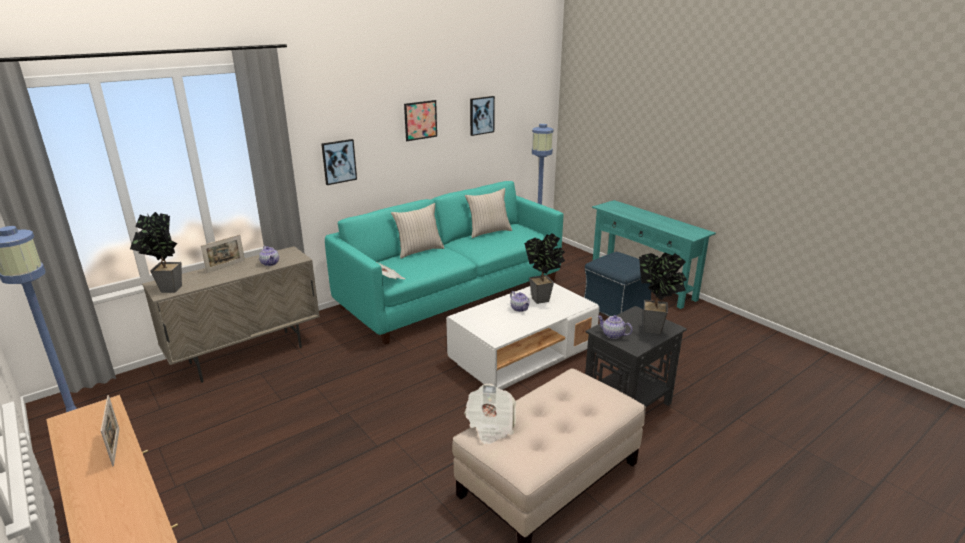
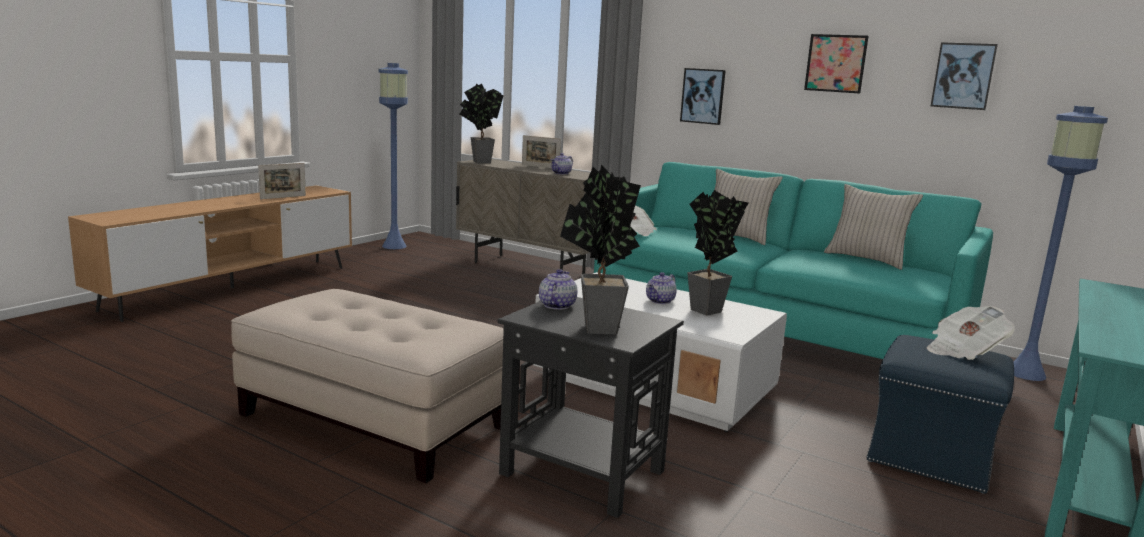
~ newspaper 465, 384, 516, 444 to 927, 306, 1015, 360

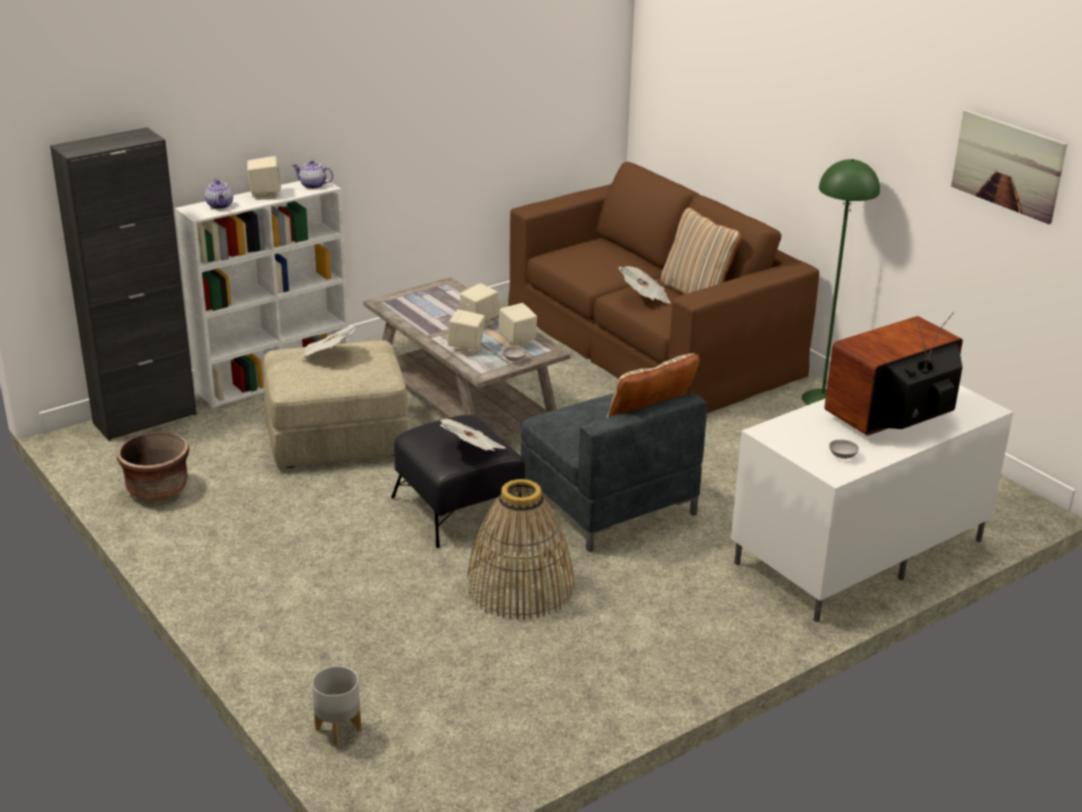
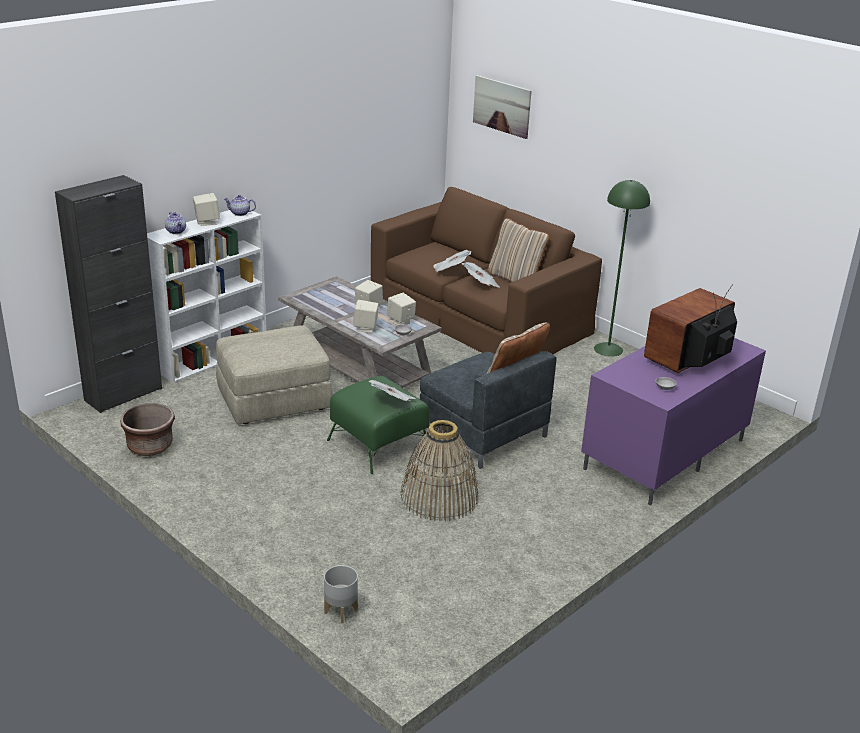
~ newspaper 301, 325, 355, 358 to 434, 250, 471, 272
~ picture 951, 110, 1067, 224 to 473, 75, 532, 139
~ ottoman (black) 391, 415, 525, 548 to ottoman (green) 327, 376, 430, 474
~ tv stand (white) 731, 385, 1013, 622 to tv stand (purple) 581, 338, 766, 506

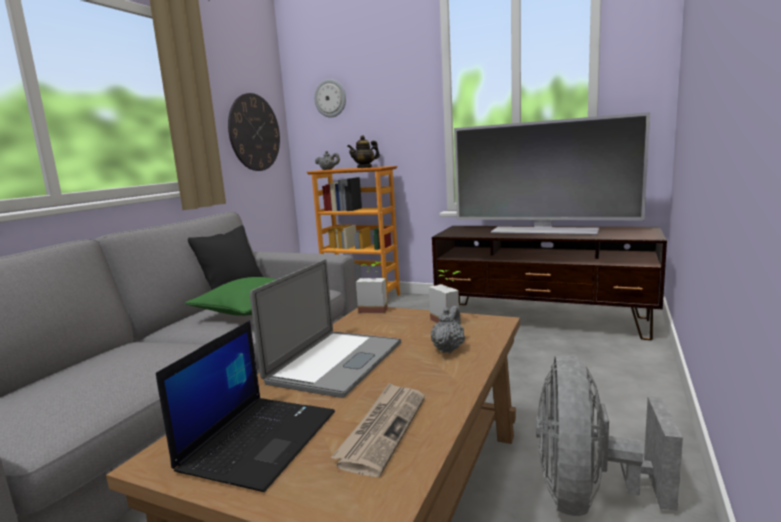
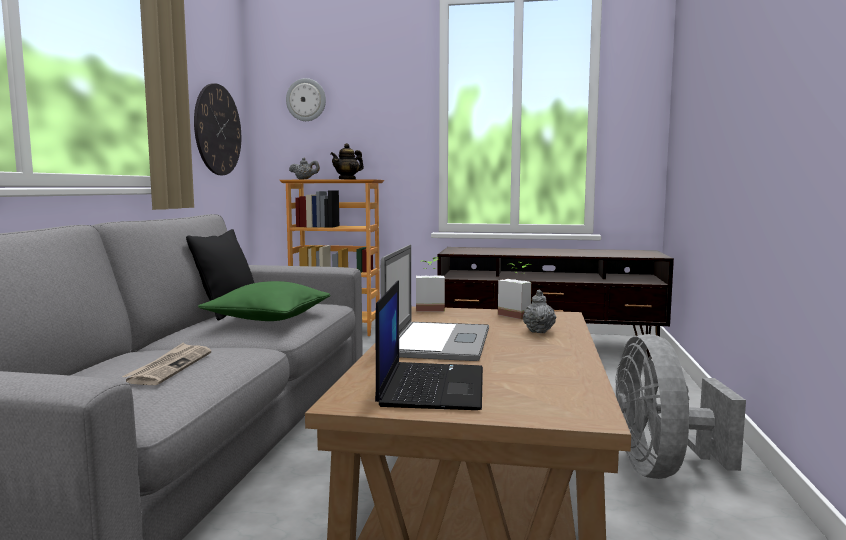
- television 454, 112, 650, 235
~ newspaper 331, 382, 425, 477 to 122, 343, 211, 385

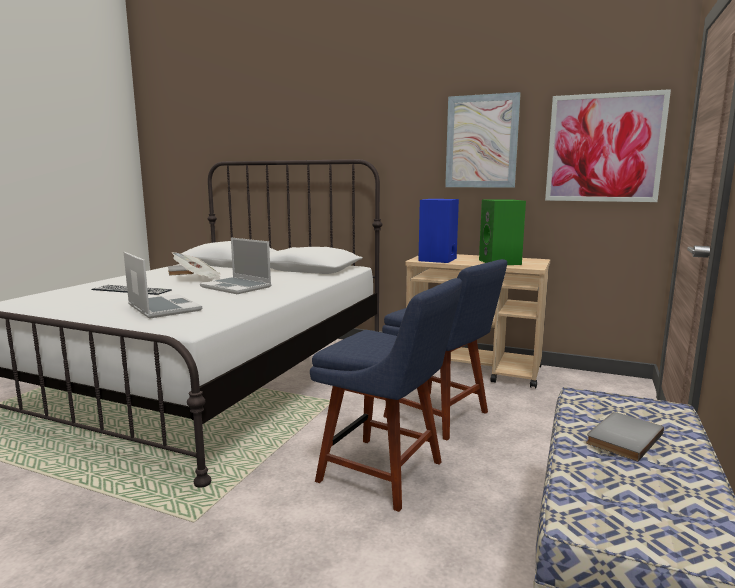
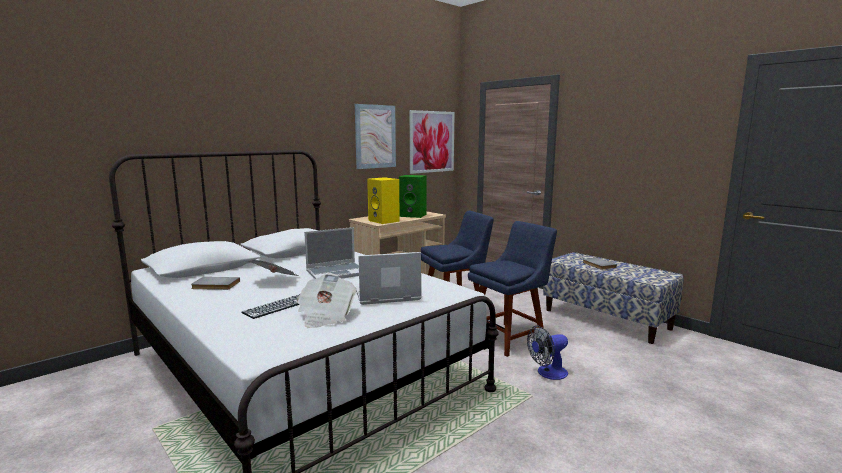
+ newspaper 297, 274, 356, 328
+ fan 527, 326, 568, 380
~ speaker (blue) 418, 199, 459, 263 to speaker (yellow) 367, 177, 400, 224

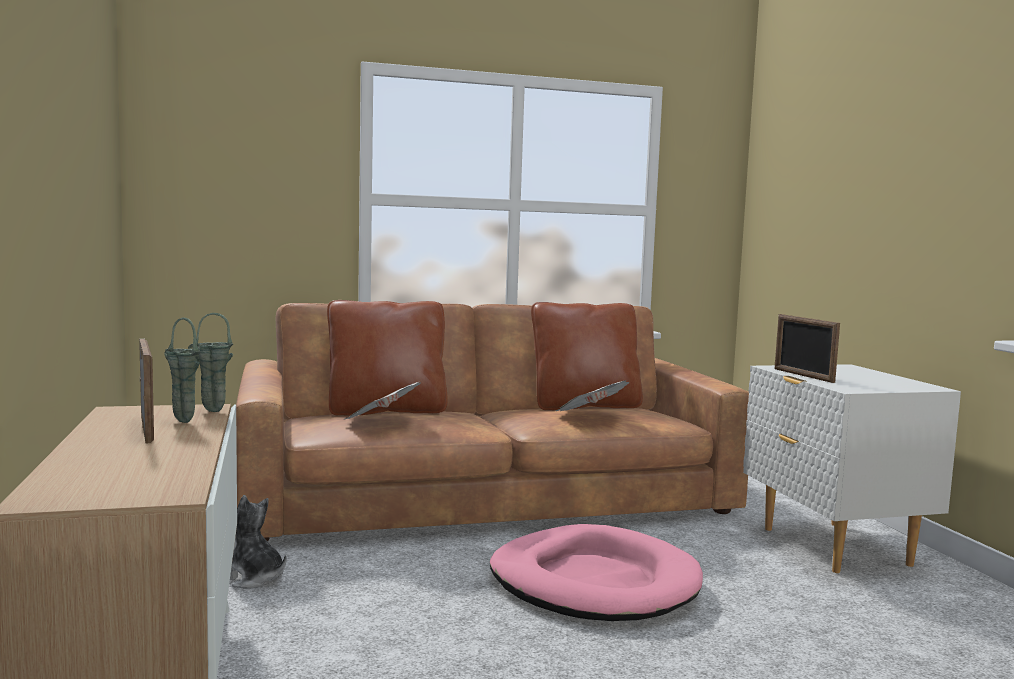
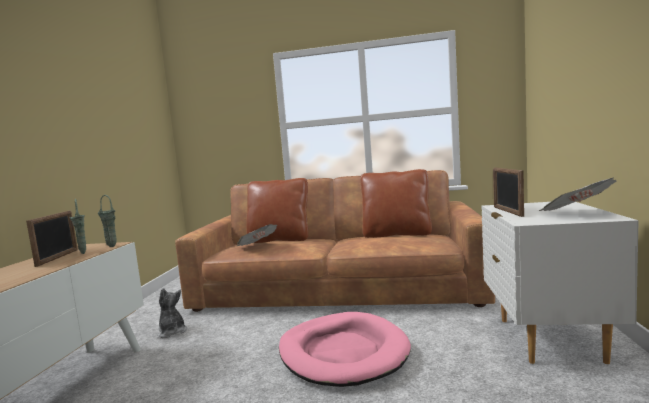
~ newspaper 555, 380, 629, 411 to 539, 177, 617, 211

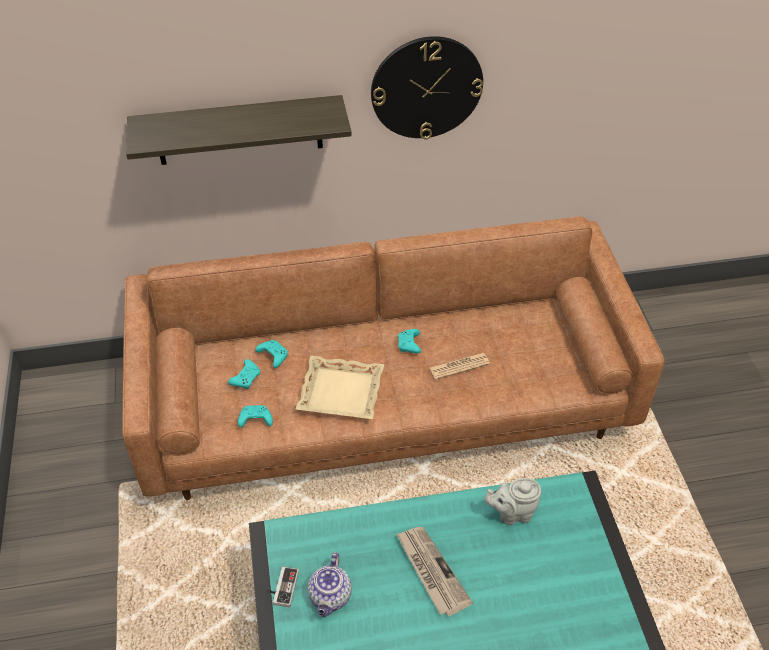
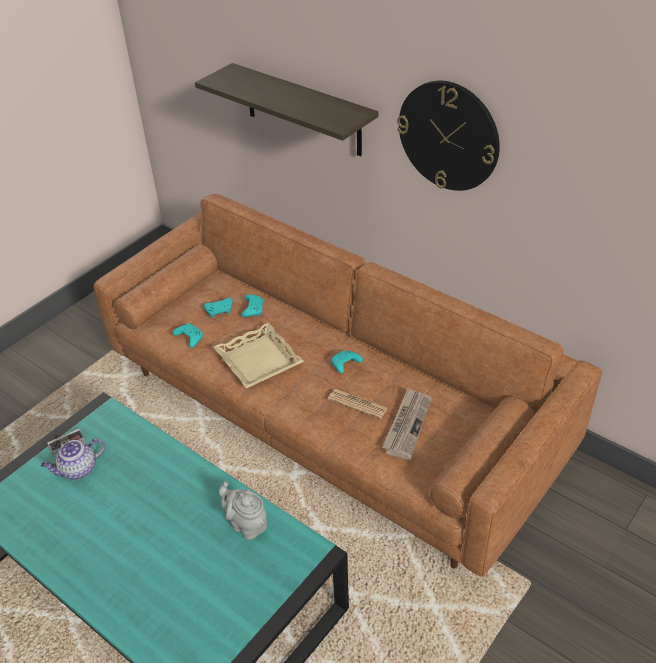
~ newspaper 396, 527, 473, 616 to 382, 388, 431, 460

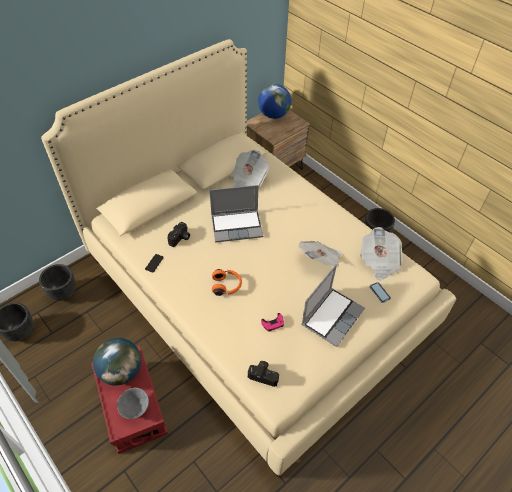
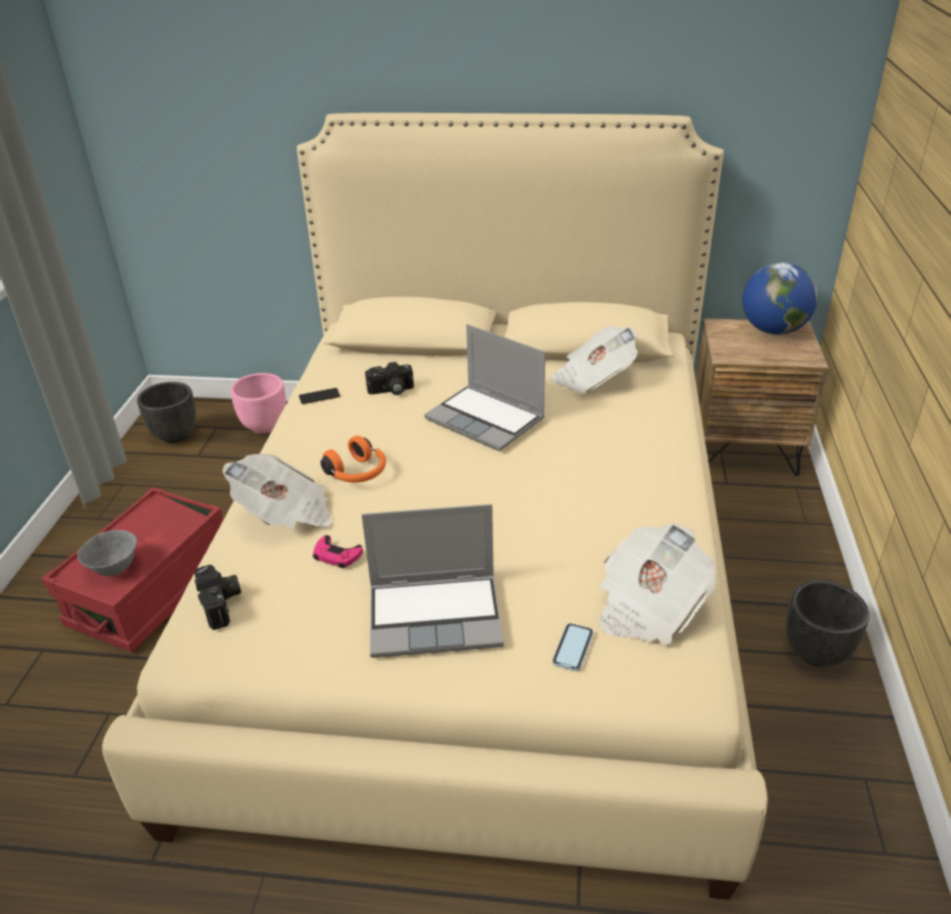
- globe 93, 338, 141, 386
~ newspaper 299, 241, 342, 266 to 222, 454, 332, 529
~ planter (black) 39, 264, 76, 301 to planter (pink) 230, 373, 286, 434

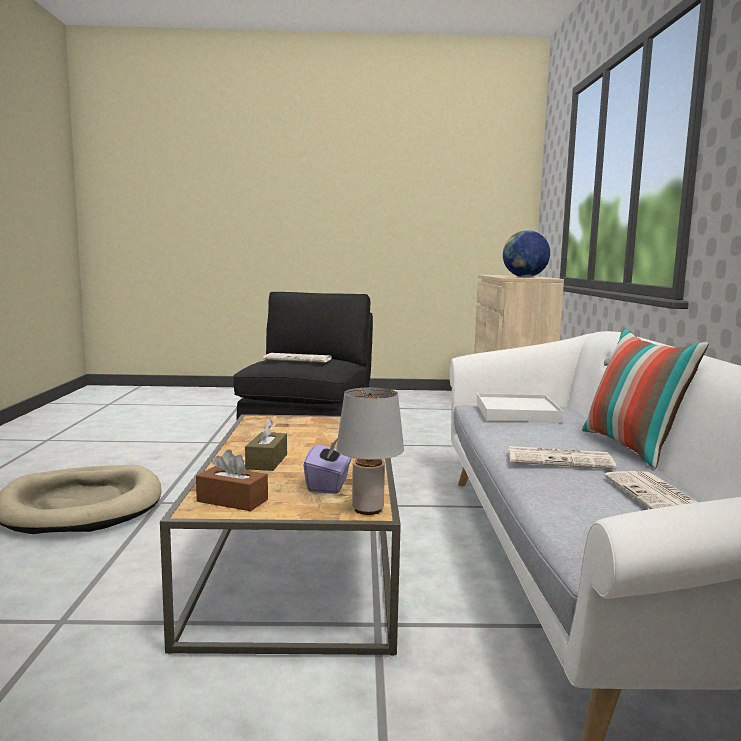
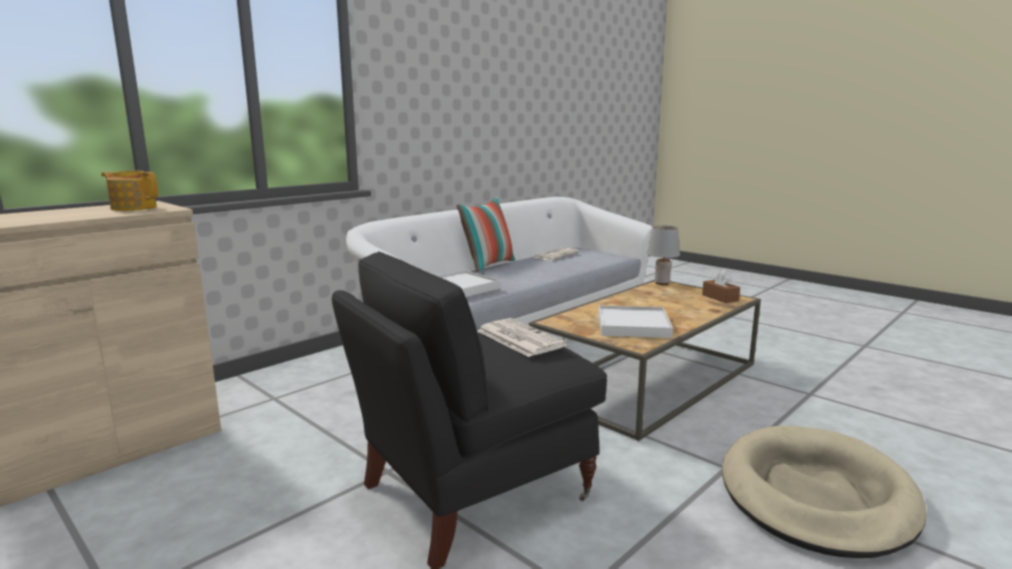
- tissue box (brown) 245, 418, 287, 471
- tissue box (purple) 303, 438, 352, 494
- newspaper 508, 446, 616, 469
+ tray (white) 598, 305, 673, 338
~ globe 503, 230, 550, 277 to teapot 101, 171, 158, 211

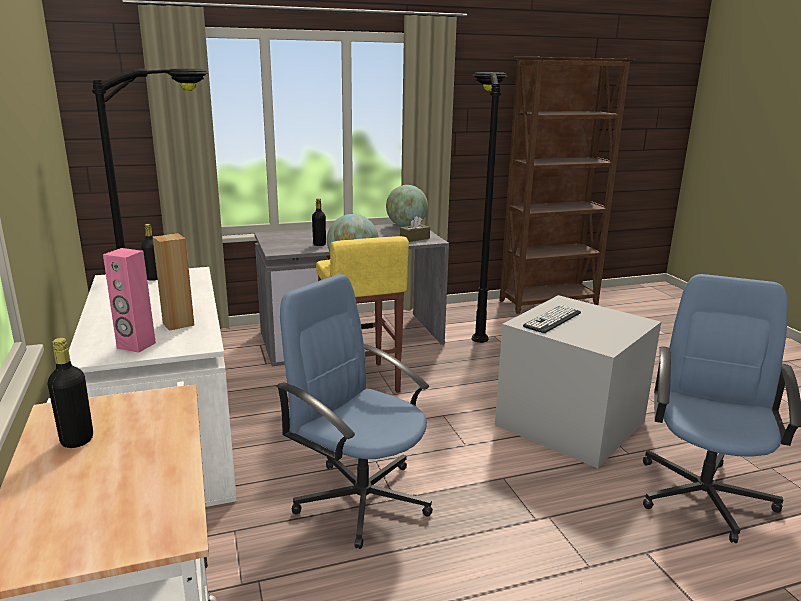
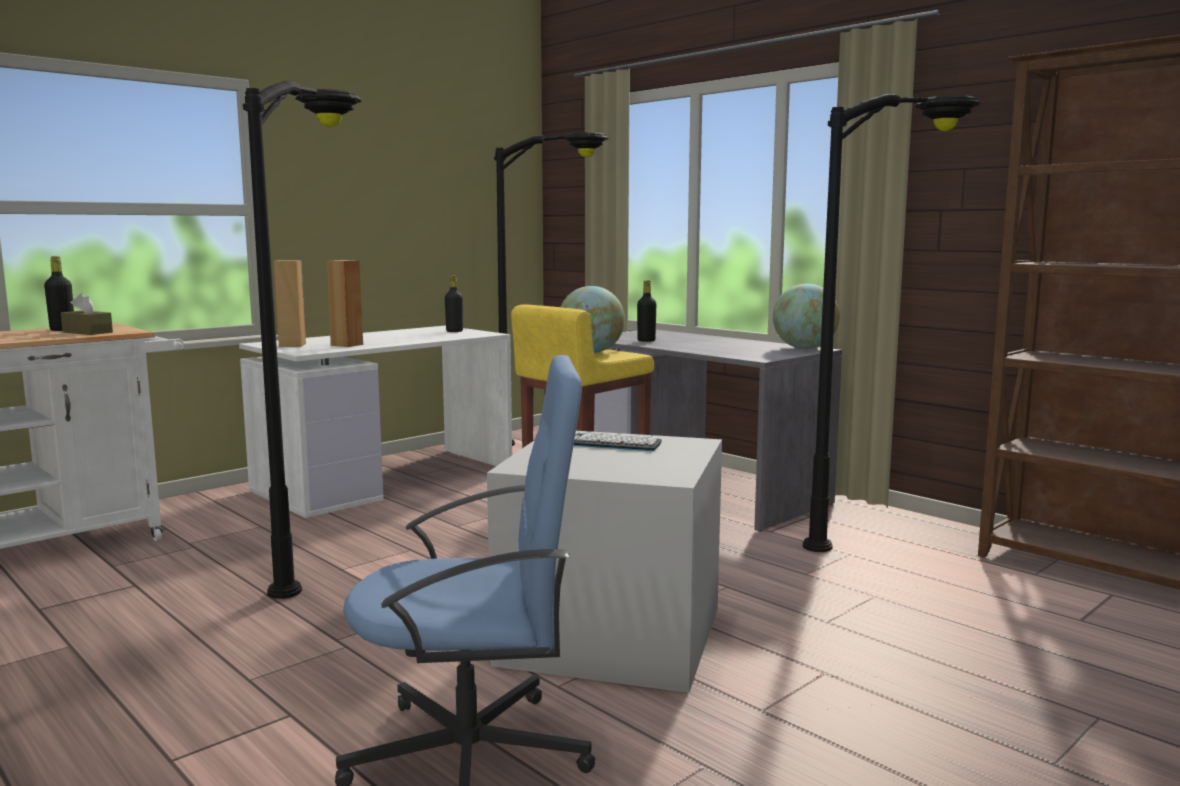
~ tissue box (brown) 400, 216, 430, 242 to 61, 293, 113, 335
~ office chair (blue) 276, 274, 433, 549 to floor lamp (black) 243, 81, 362, 599
~ speaker (pink) 103, 248, 156, 353 to speaker (brown) 274, 260, 306, 347

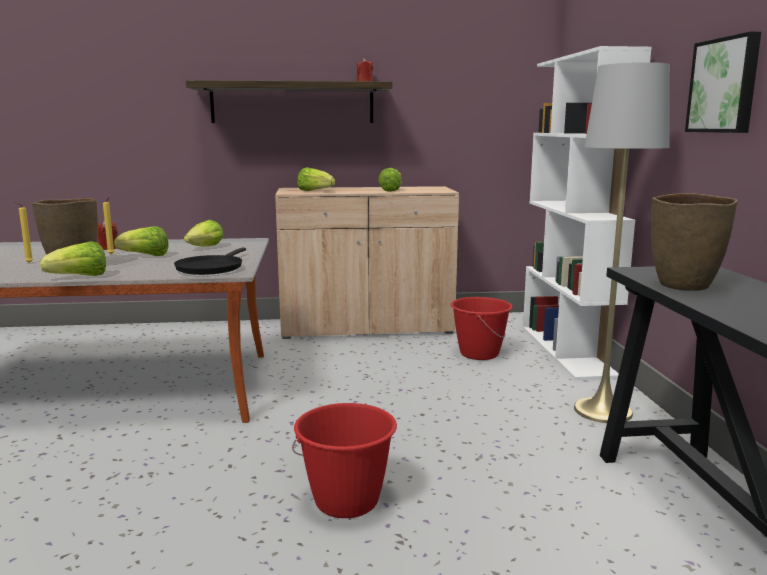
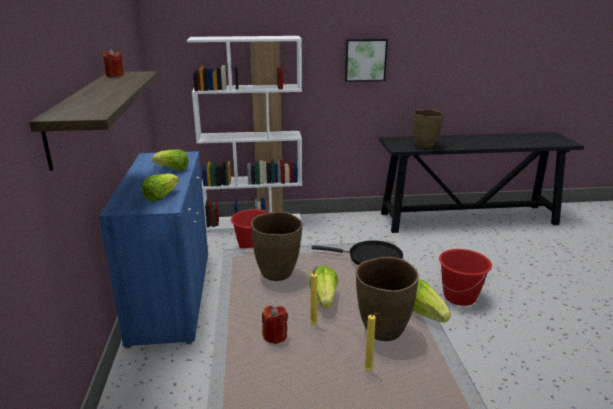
- floor lamp (grey) 574, 62, 670, 423
~ lettuce 184, 220, 224, 247 to vase (brown) 251, 212, 303, 281
~ cabinet (beige) 275, 186, 459, 339 to cabinet (blue) 99, 151, 208, 348

